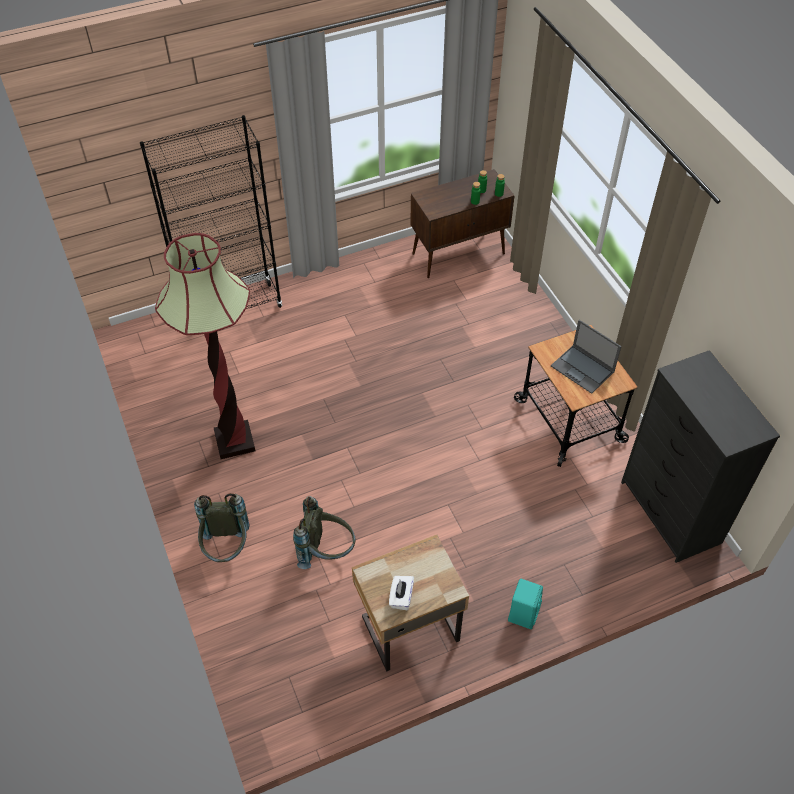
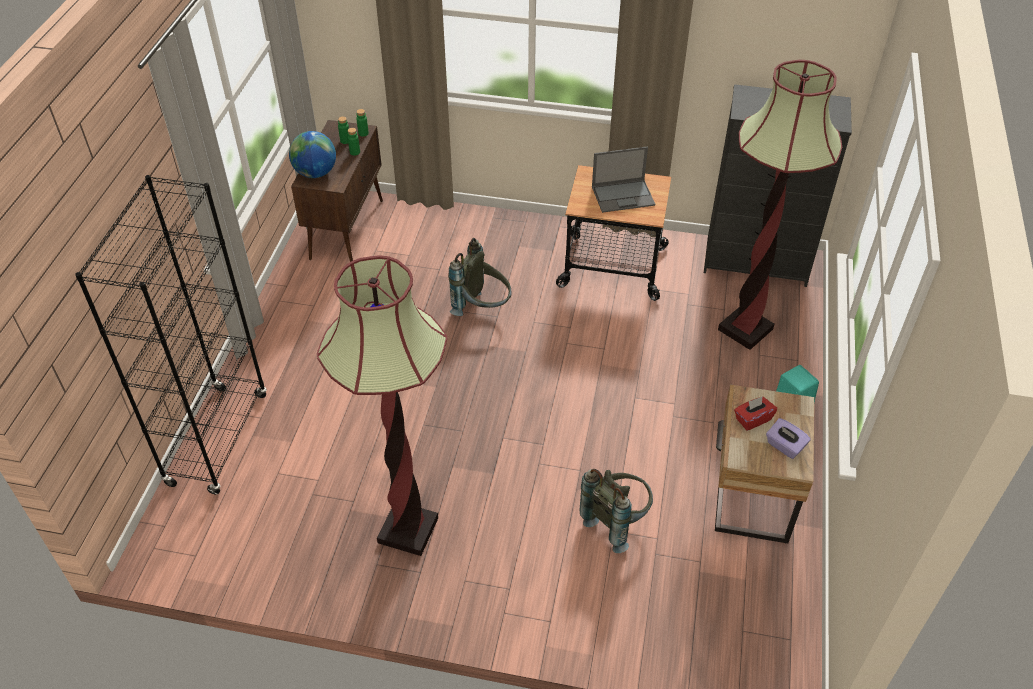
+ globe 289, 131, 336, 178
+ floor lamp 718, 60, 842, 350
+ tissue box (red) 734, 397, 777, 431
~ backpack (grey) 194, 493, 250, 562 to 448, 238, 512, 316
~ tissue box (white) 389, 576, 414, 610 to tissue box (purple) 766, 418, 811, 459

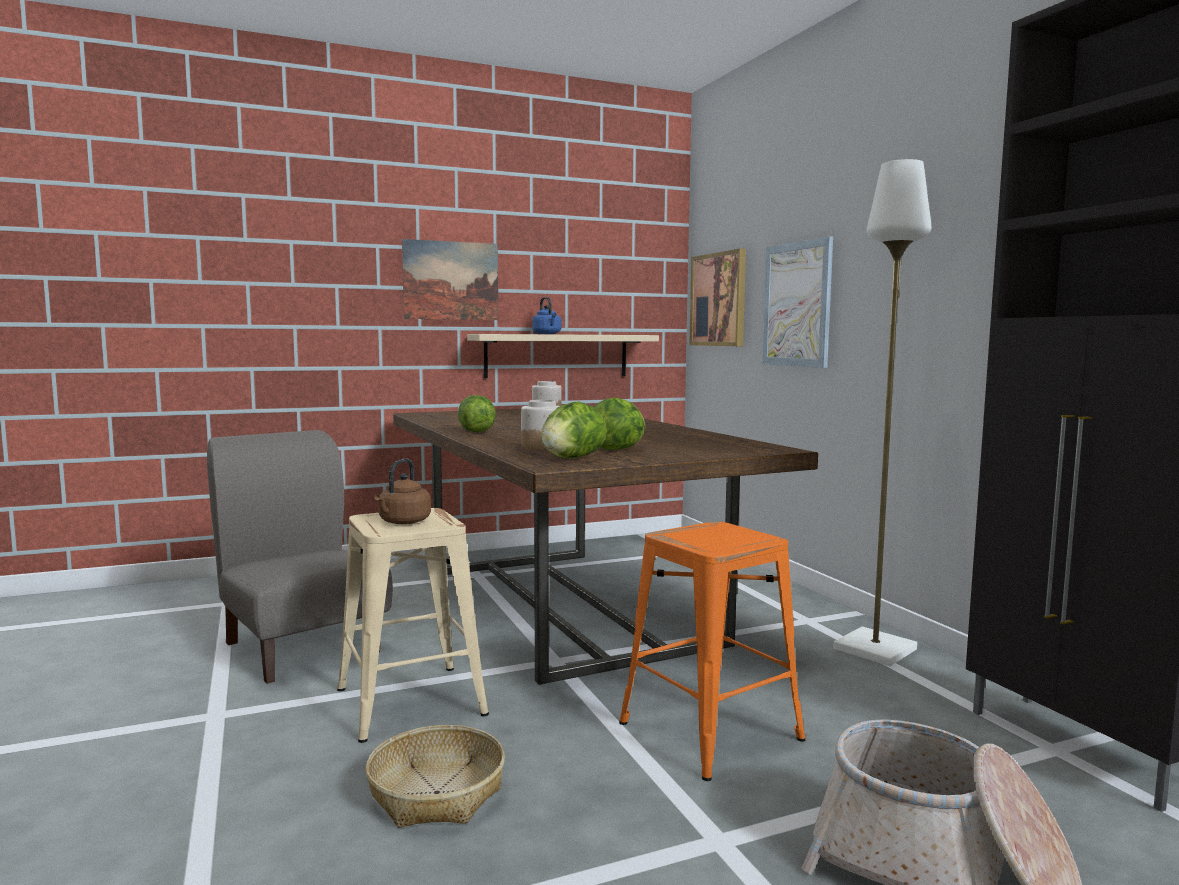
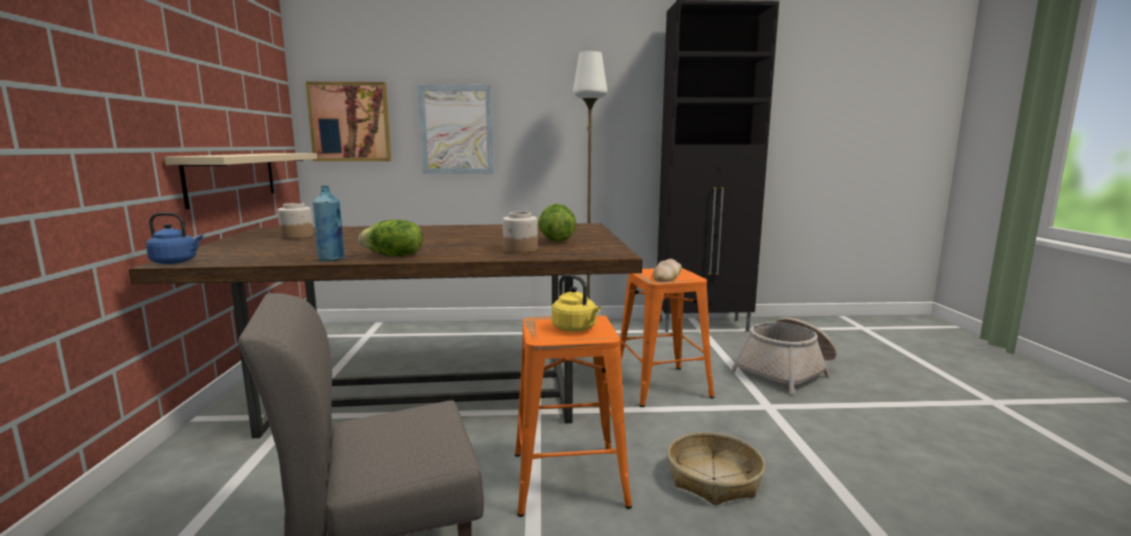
- picture 402, 239, 498, 320
- lettuce 541, 402, 607, 459
+ bottle (blue) 313, 186, 345, 262
+ bread 653, 259, 682, 282
~ kettle (blue) 532, 297, 561, 334 to 146, 212, 203, 264
~ stool (beige) 337, 508, 489, 743 to stool (orange) 515, 315, 632, 517
~ kettle (brown) 374, 459, 431, 525 to kettle (yellow) 552, 274, 601, 332

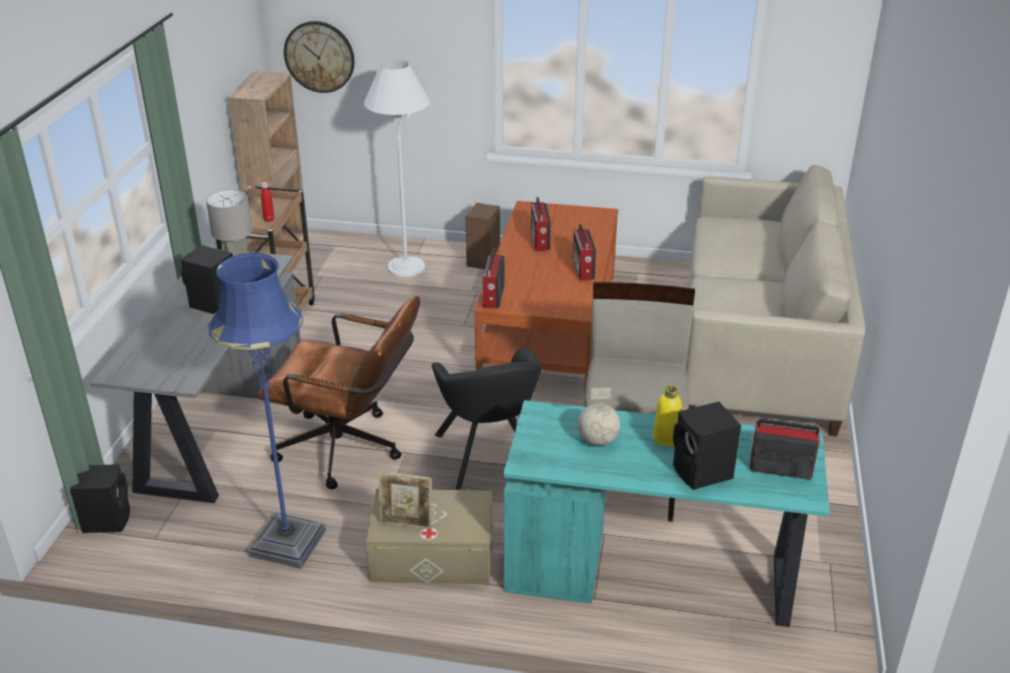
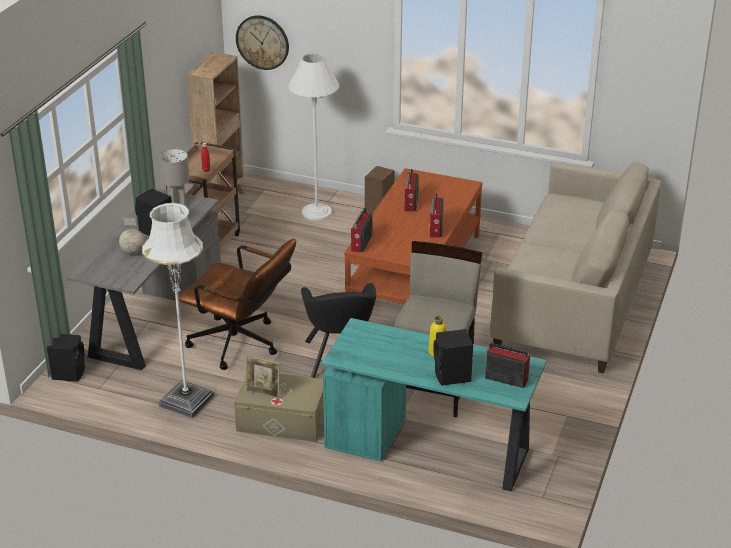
~ globe 578, 388, 620, 446 to 119, 218, 145, 254
~ floor lamp (blue) 208, 253, 326, 569 to floor lamp (white) 142, 203, 214, 418

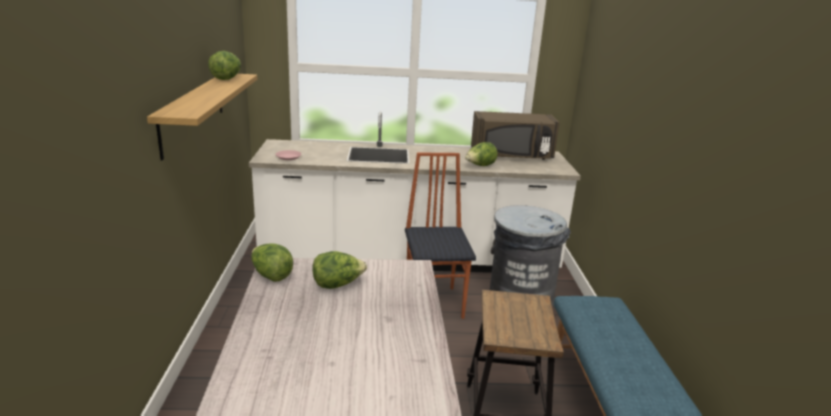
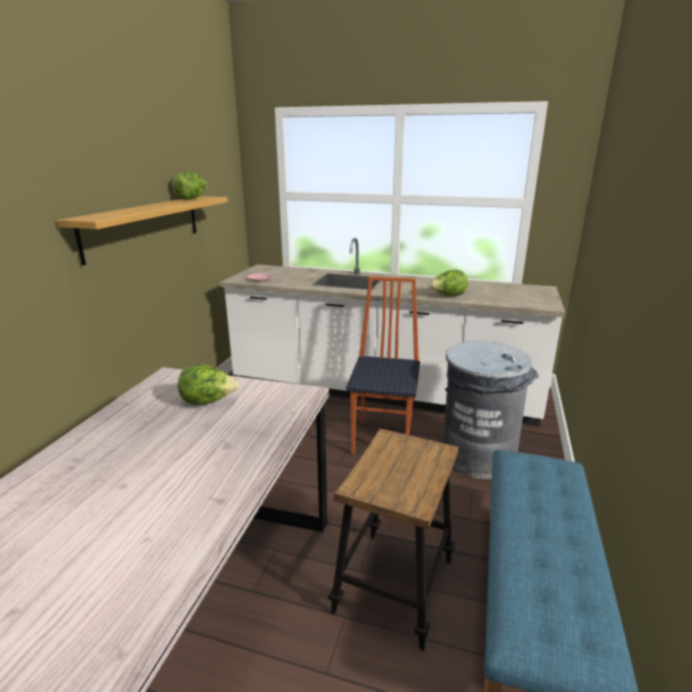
- lettuce 251, 243, 293, 282
- microwave (brown) 471, 111, 560, 160

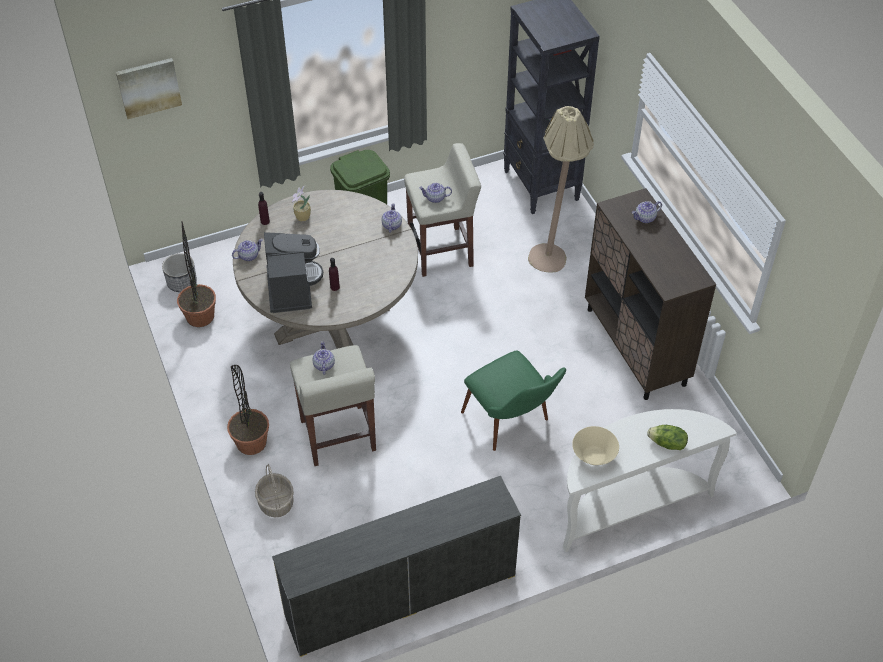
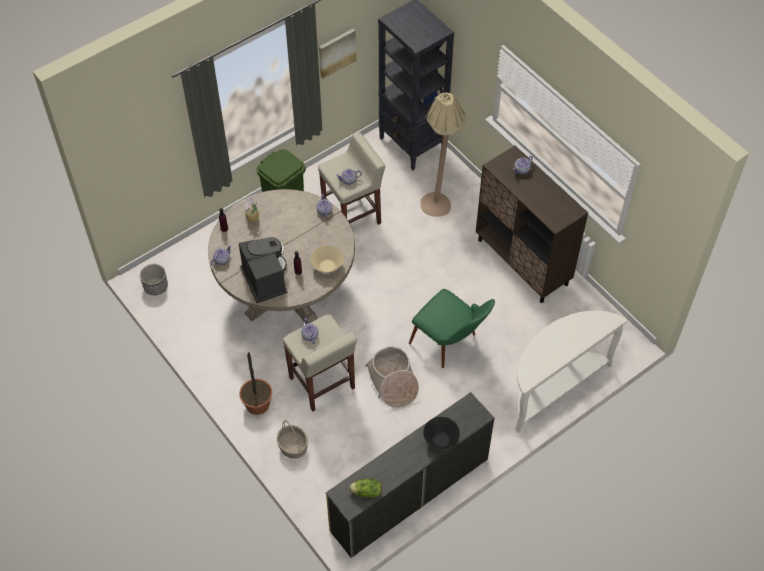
- potted plant 177, 221, 216, 327
+ basket 365, 347, 419, 408
+ bowl (black) 423, 417, 460, 449
~ picture 116, 58, 182, 119 to 319, 29, 356, 79
~ bowl (beige) 572, 426, 619, 465 to 311, 245, 344, 273
~ lettuce 647, 425, 688, 450 to 349, 479, 382, 498

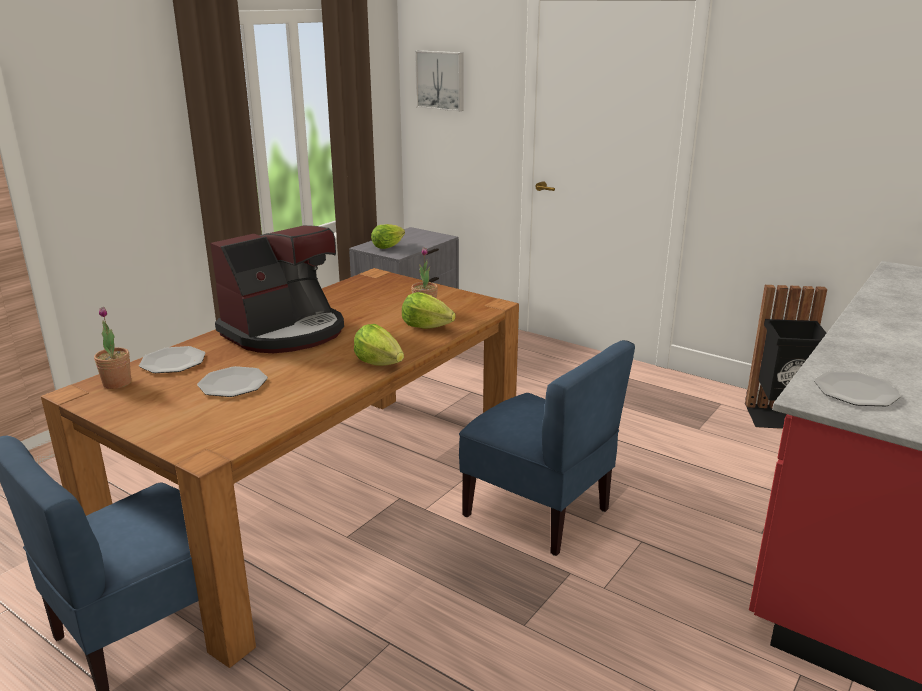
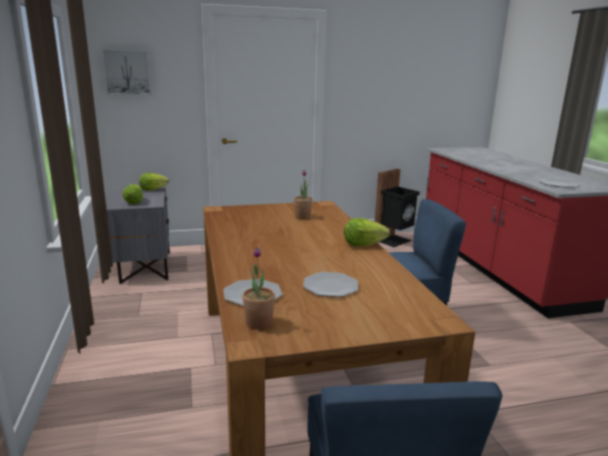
- coffee machine 210, 225, 344, 353
~ lettuce 402, 292, 456, 329 to 139, 173, 169, 190

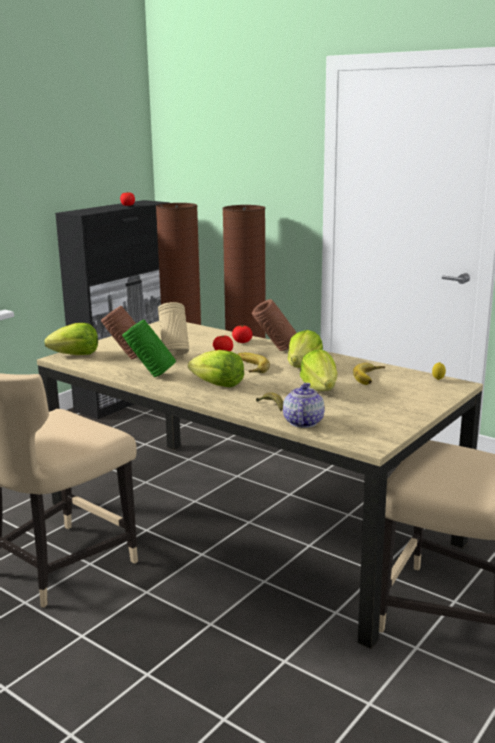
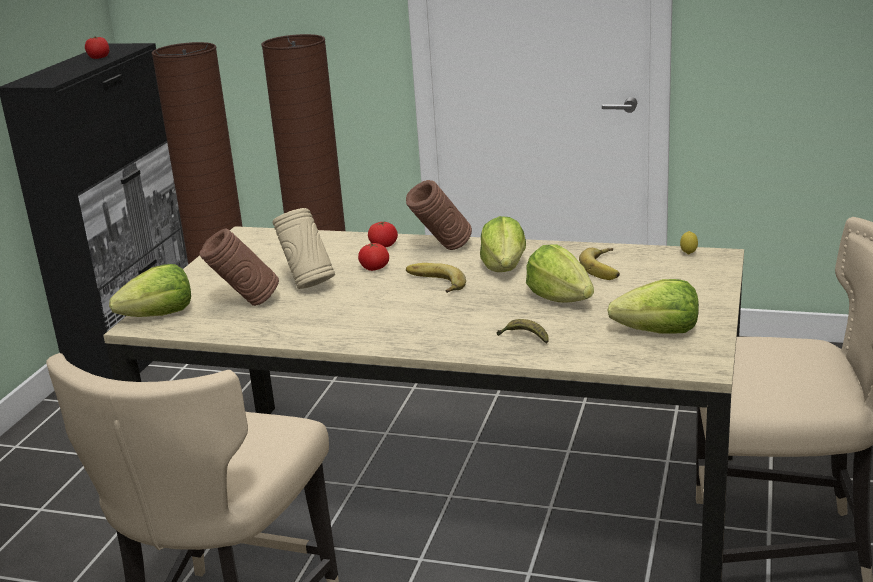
- vase (green) 122, 319, 176, 377
- teapot 283, 383, 325, 428
~ lettuce 188, 350, 244, 387 to 607, 279, 699, 334

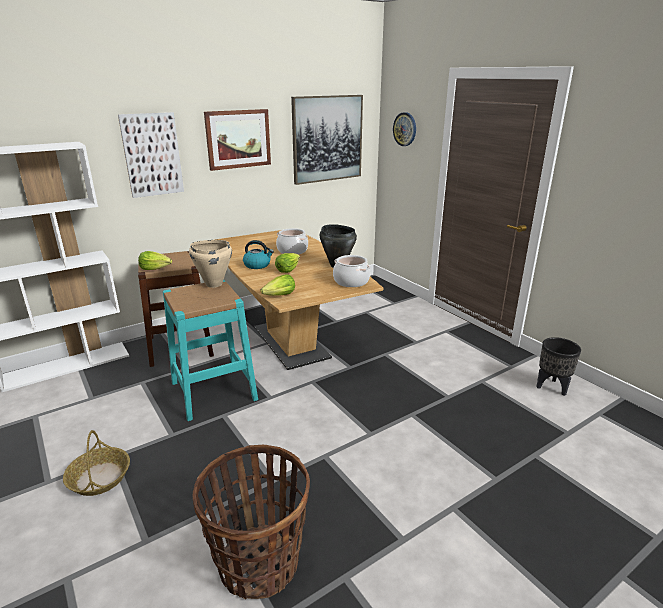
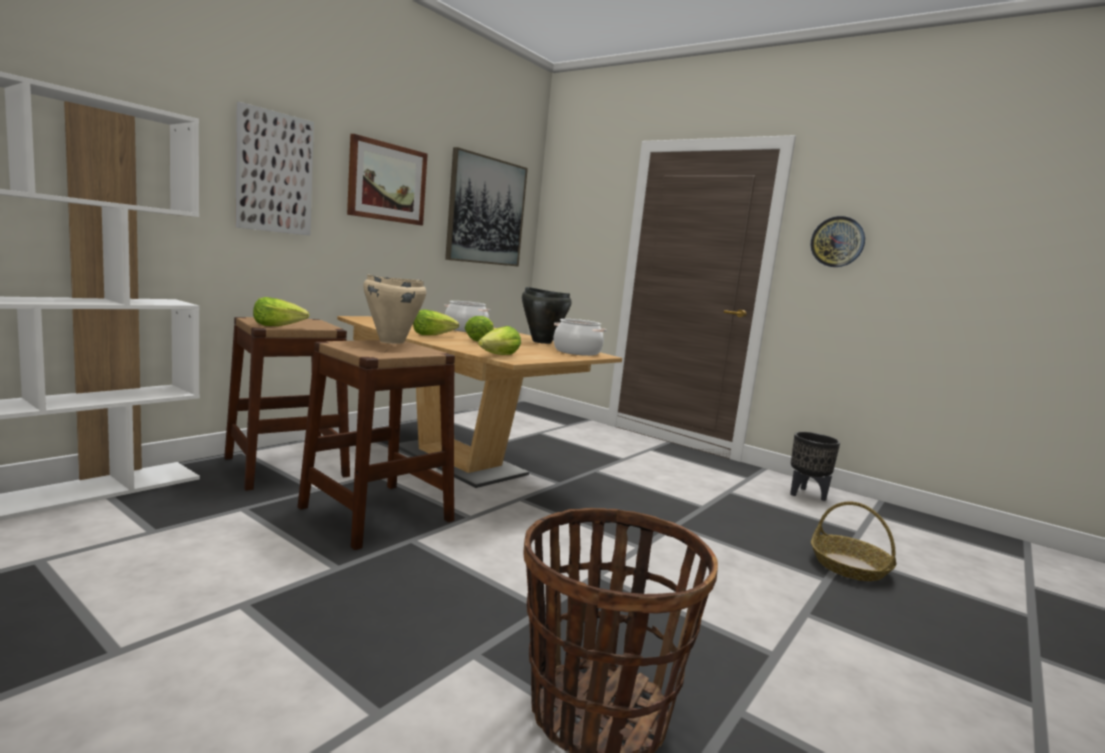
~ basket 63, 430, 130, 496 to 811, 501, 896, 581
~ wall clock 393, 112, 416, 146 to 810, 216, 865, 267
~ kettle 243, 240, 274, 269 to lettuce 413, 309, 459, 335
~ stool (turquoise) 163, 280, 258, 421 to stool (brown) 297, 340, 455, 550

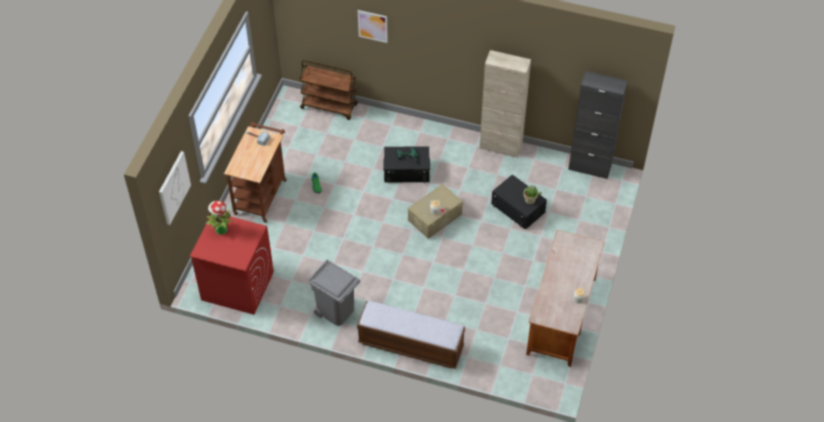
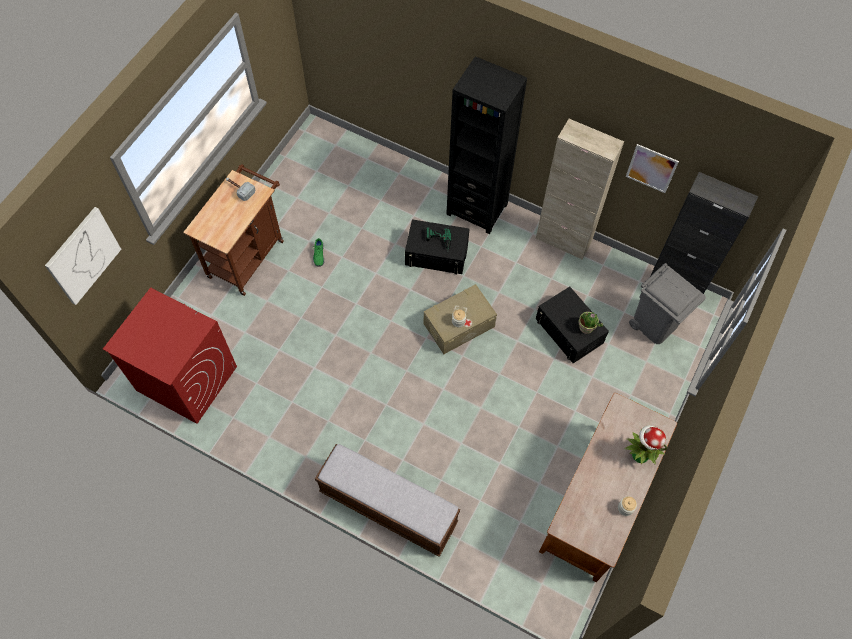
- cart (brown) 299, 60, 358, 120
+ bookcase (black) 446, 56, 527, 234
~ potted plant 205, 201, 232, 234 to 624, 425, 667, 465
~ trash can (grey) 309, 260, 360, 326 to 629, 263, 706, 344
~ picture 358, 10, 388, 43 to 626, 144, 679, 193

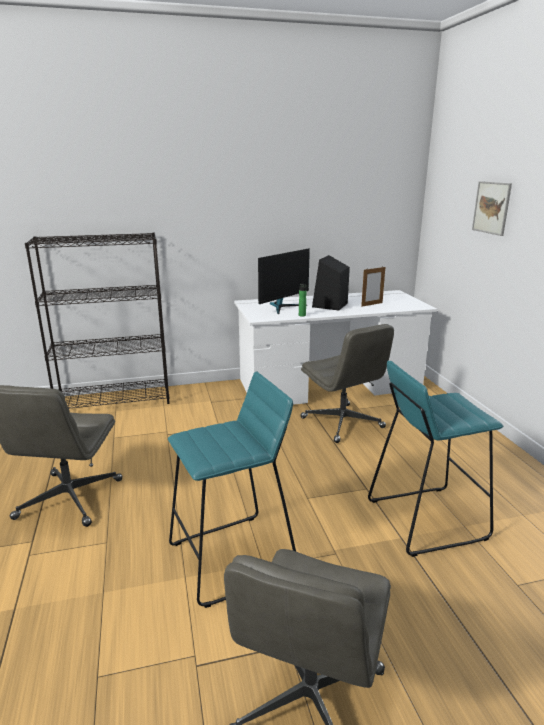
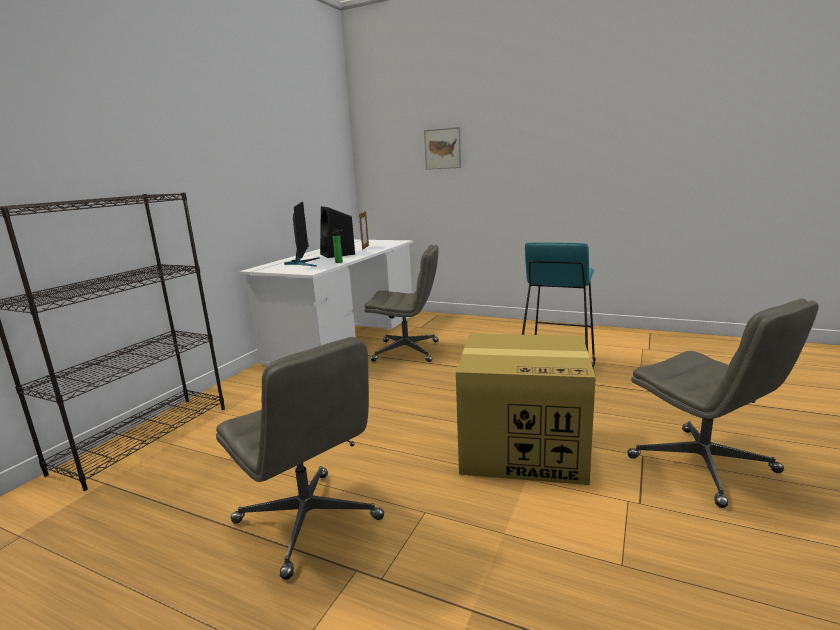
~ stool (turquoise) 168, 371, 296, 608 to cardboard box 456, 334, 596, 485

